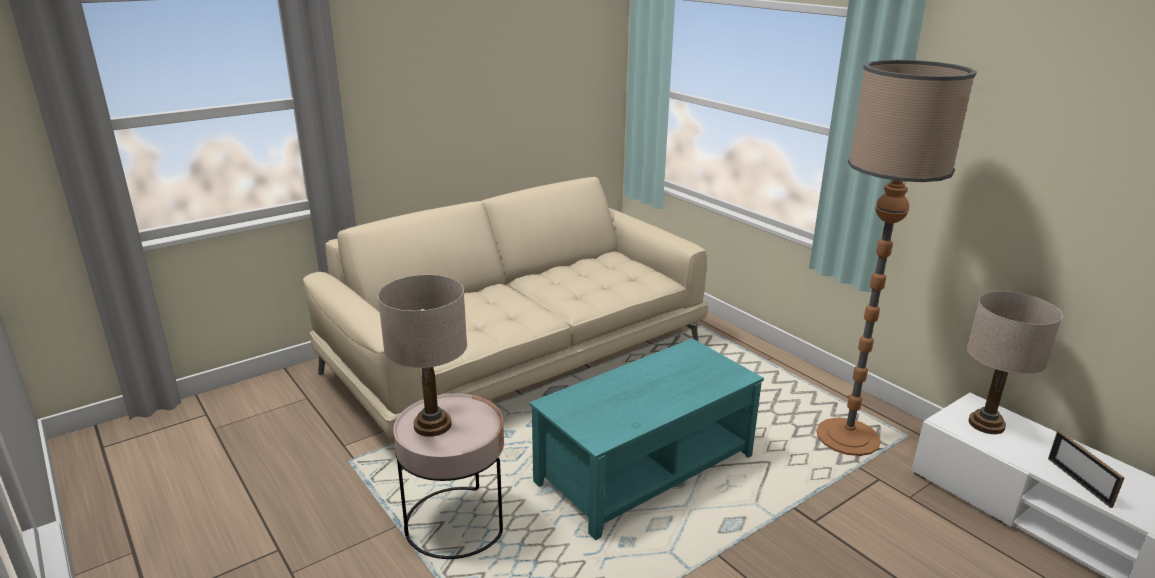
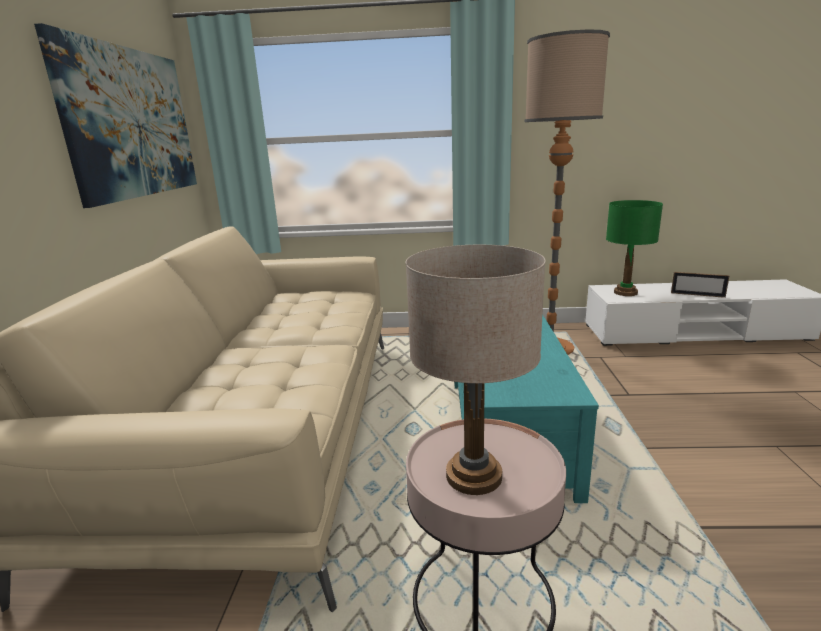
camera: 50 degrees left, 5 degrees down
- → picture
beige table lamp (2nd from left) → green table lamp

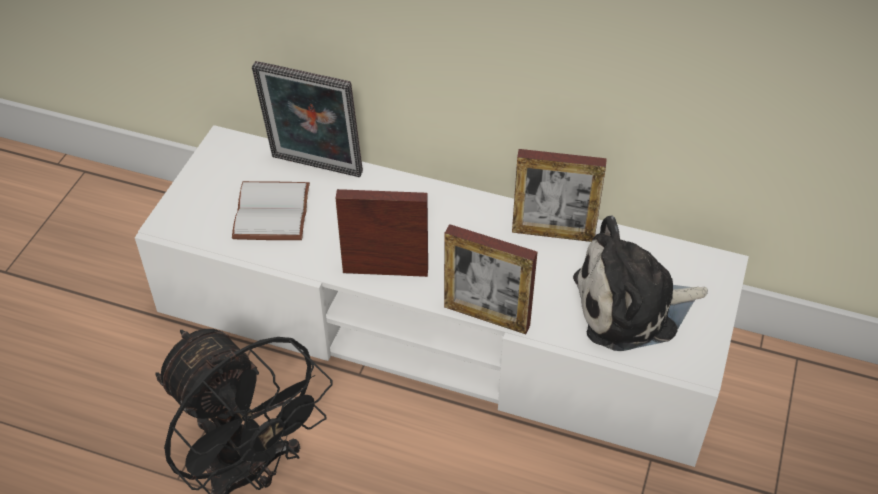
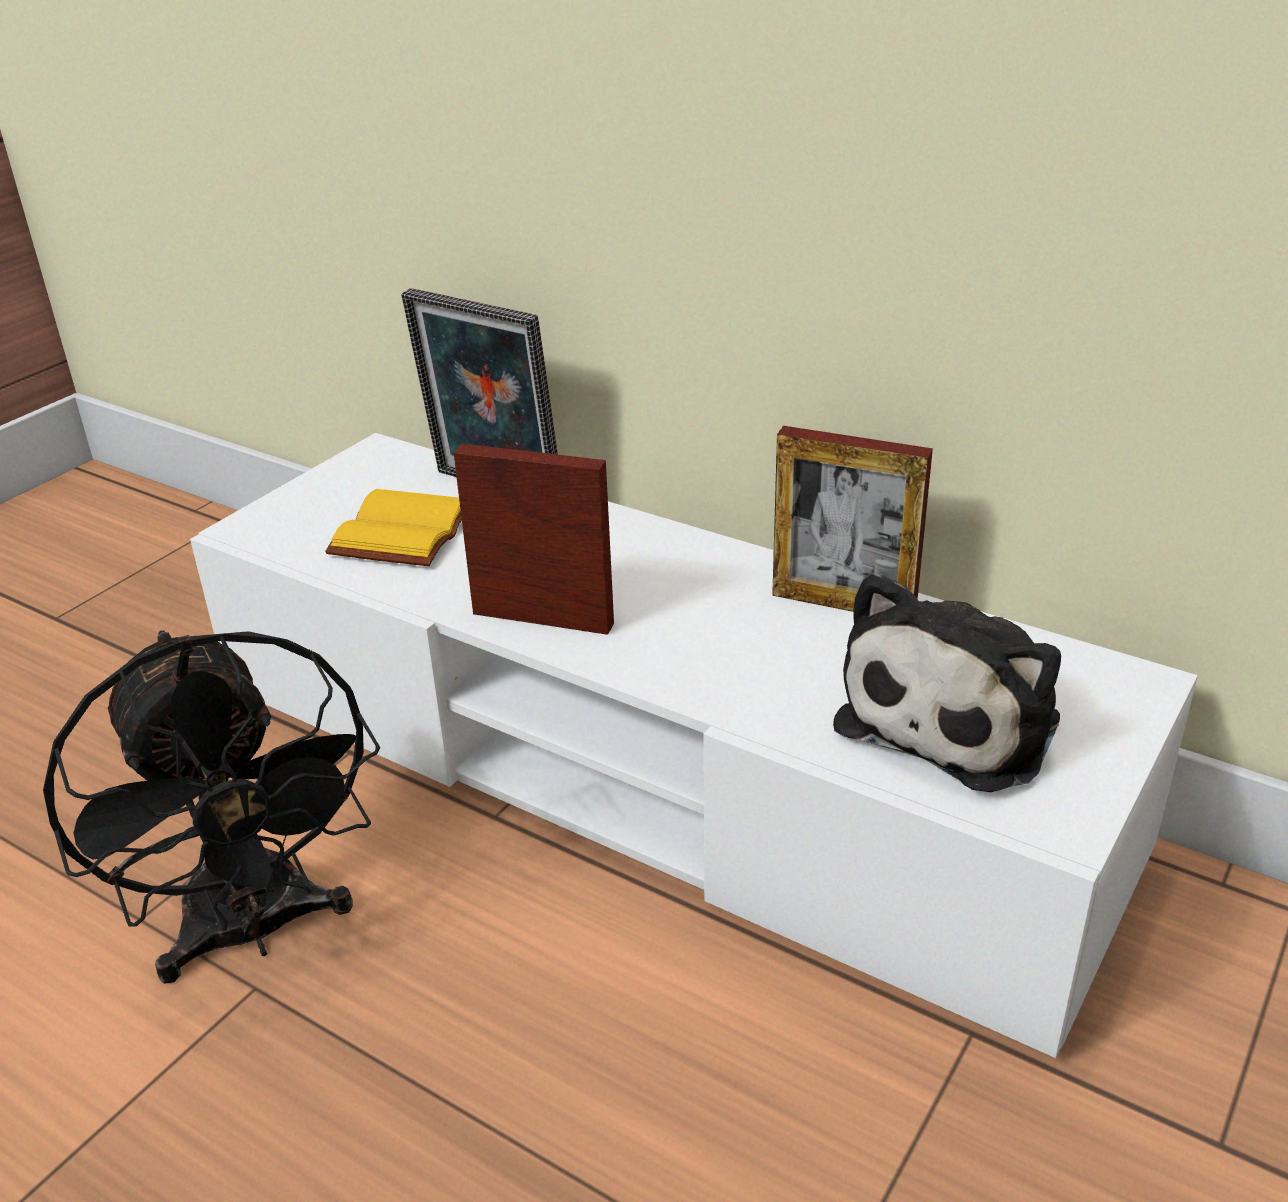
camera: 15 degrees right, 15 degrees down
white book → yellow book
plush toy, 60 degrees counterclockwise
picture frame (3rd from left) → -

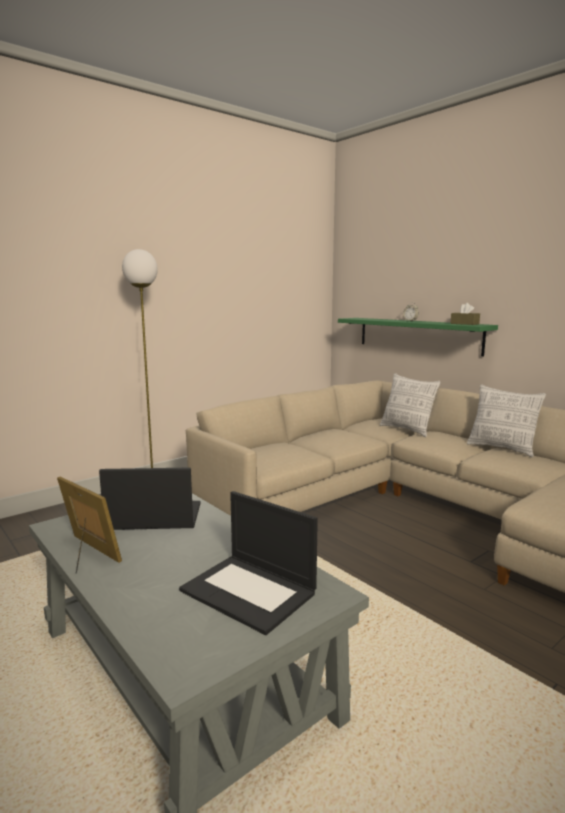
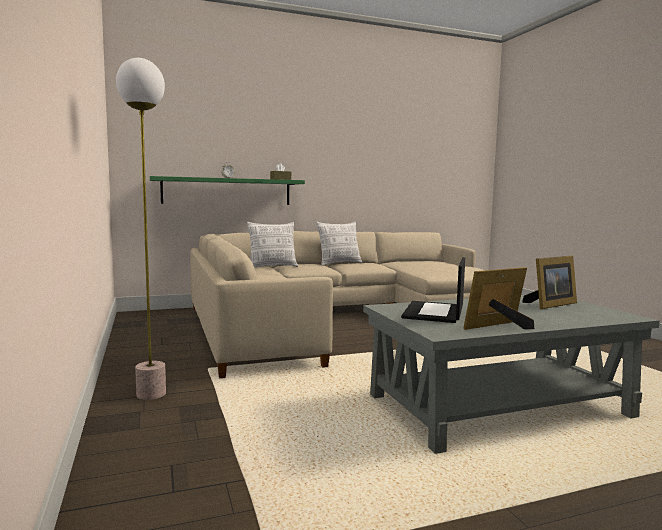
camera: 70 degrees left, 5 degrees down
laptop (2nd from left) → picture frame (2nd from left)

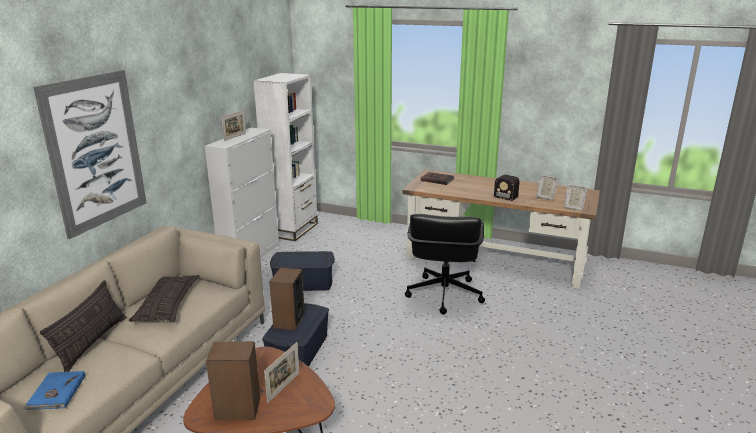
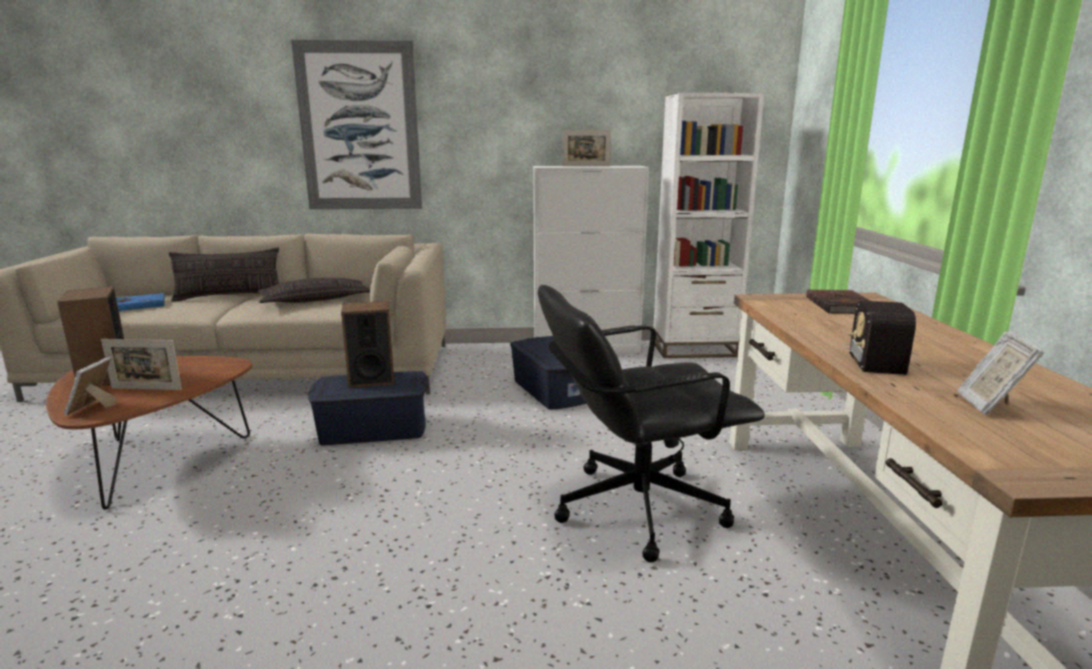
camera: 65 degrees right, 5 degrees down
picture frame (4th from left in the first image) → picture frame (1st from left), move

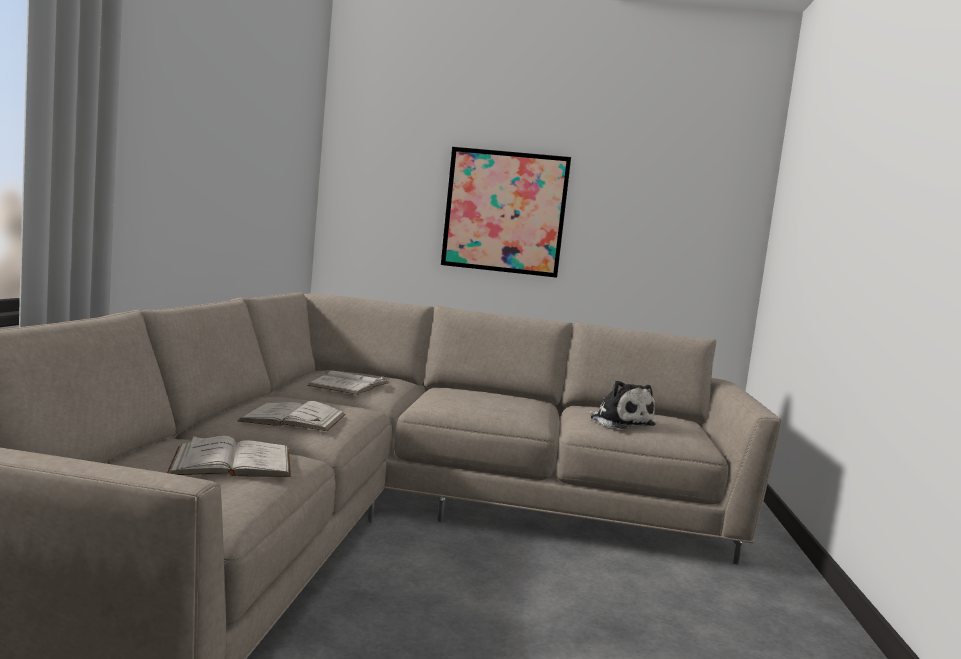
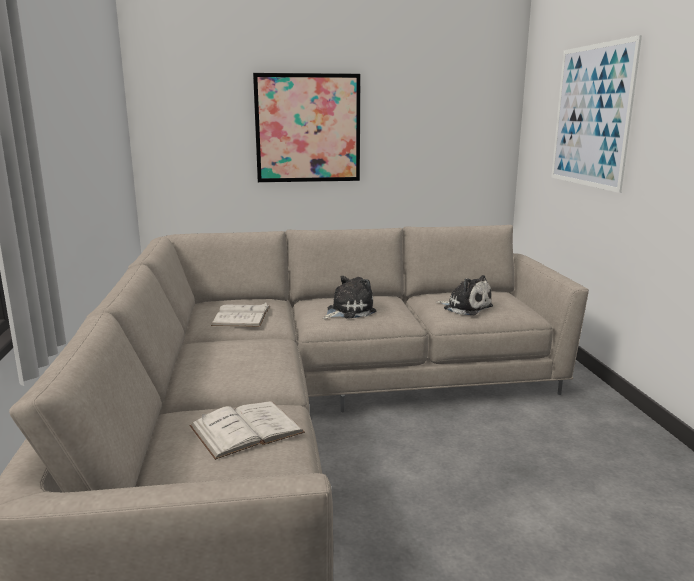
camera: 15 degrees left, 10 degrees up
- → plush toy (1st from left)
- → picture (2nd from left)
white book (2nd from left) → -

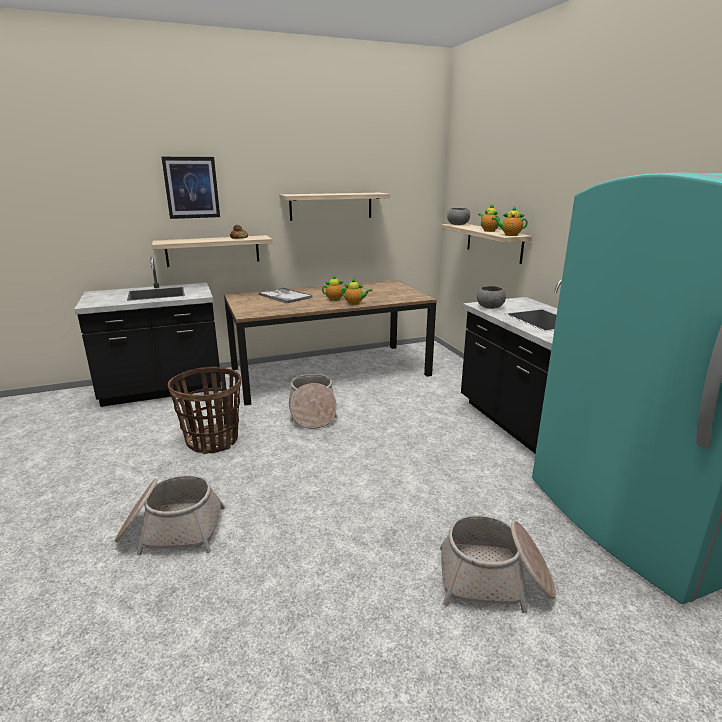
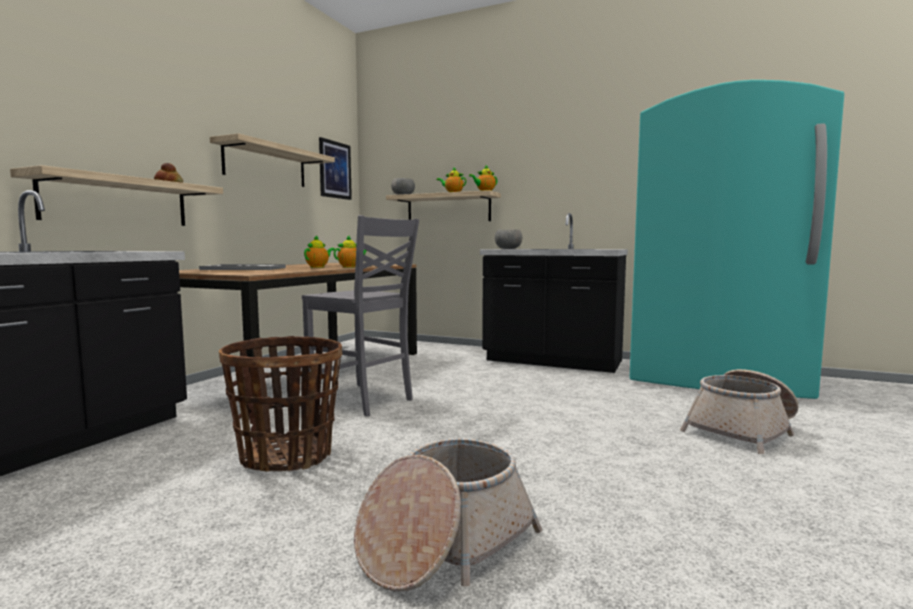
camera: 45 degrees left, 15 degrees down
basket (3rd from left) → grey chair
picture, move

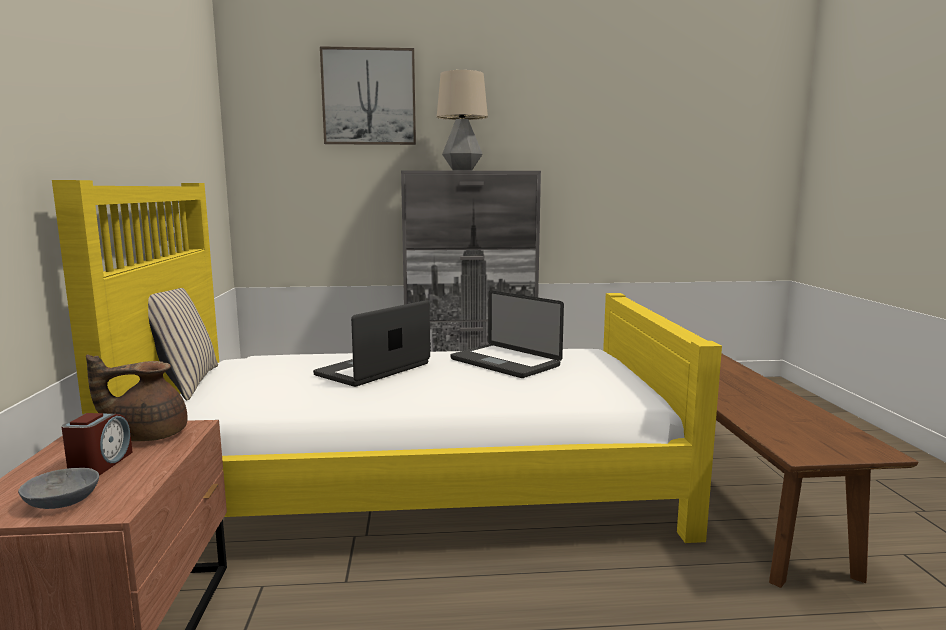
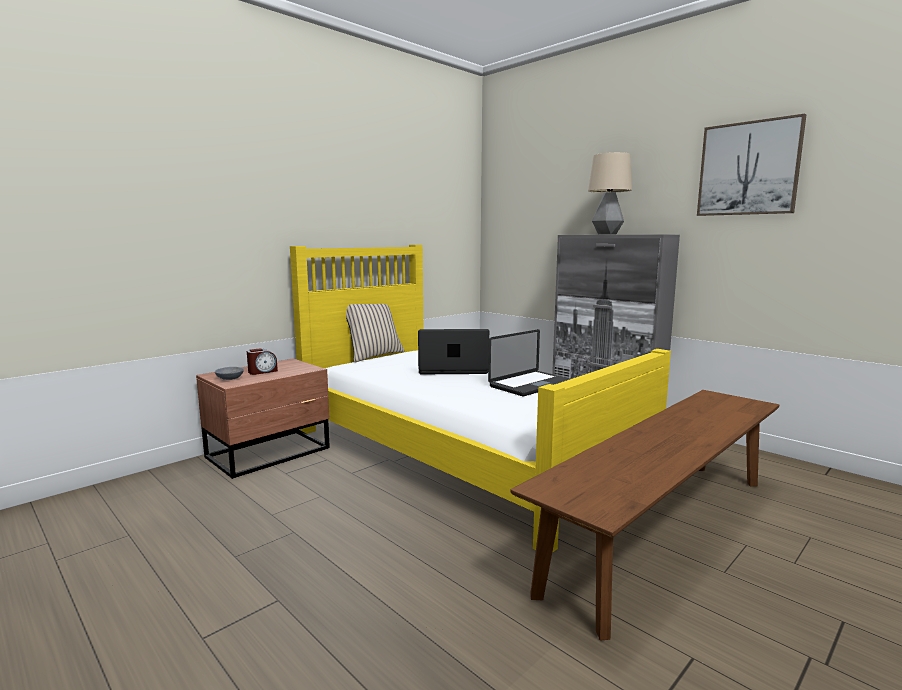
camera: 50 degrees right, 0 degrees up
laptop (2nd from left), 135 degrees counterclockwise
picture, move
brown teapot → -

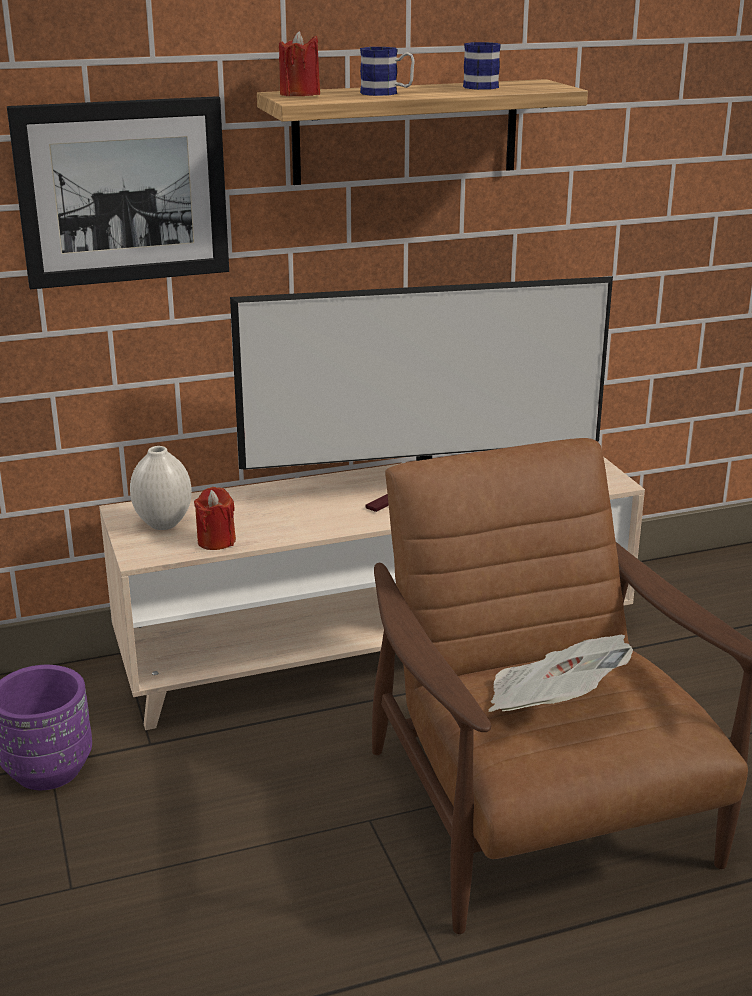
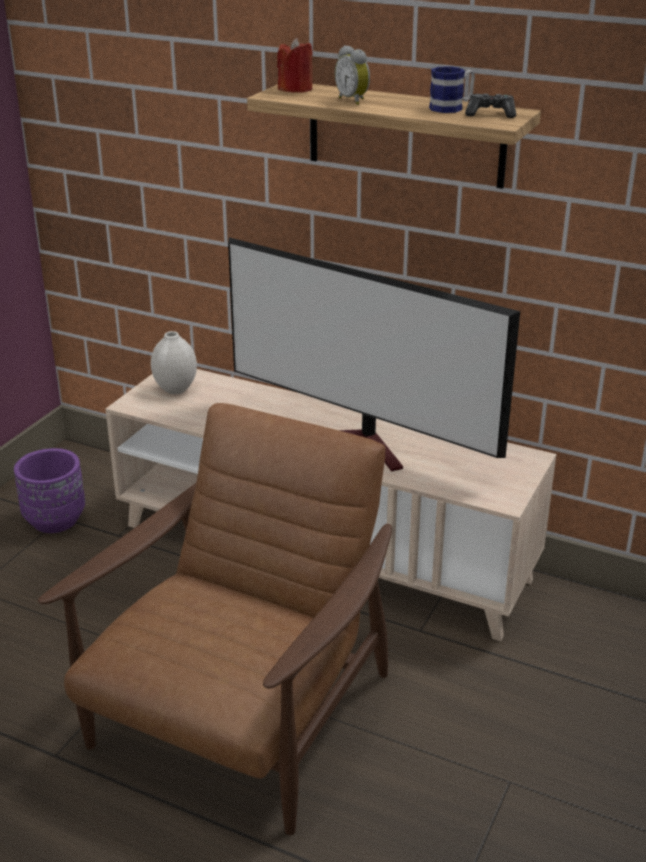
camera: 45 degrees right, 5 degrees up
mug (1st from left) → alarm clock
- → game controller
picture → -
red candle (1st from left) → -
newspaper → -

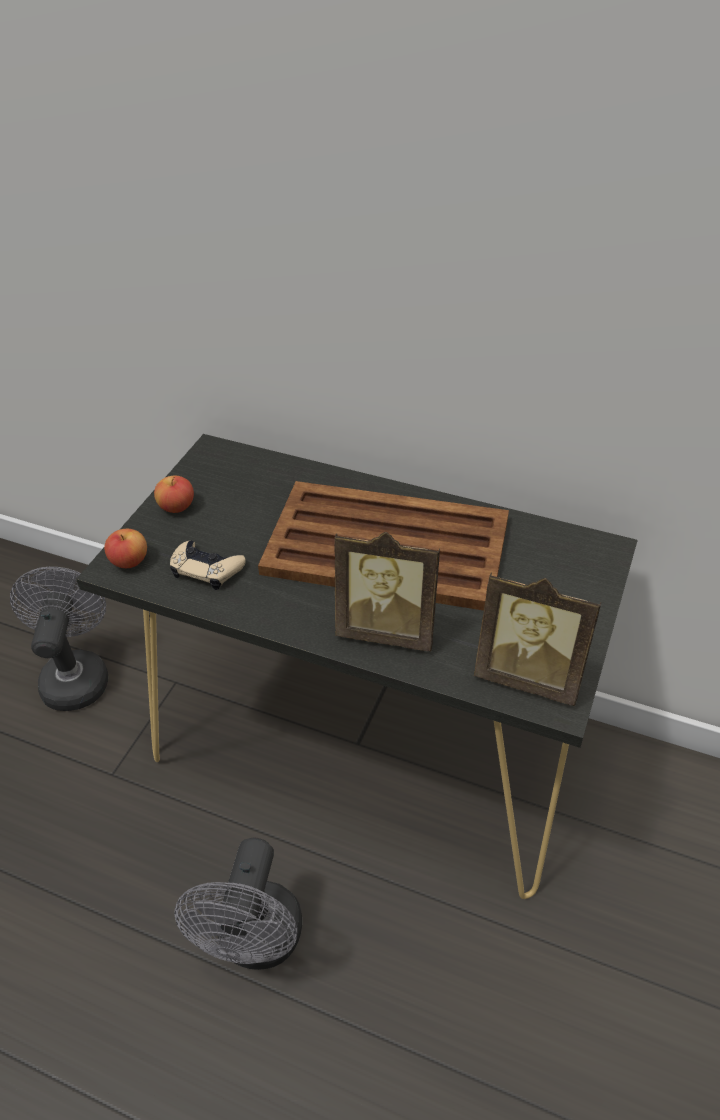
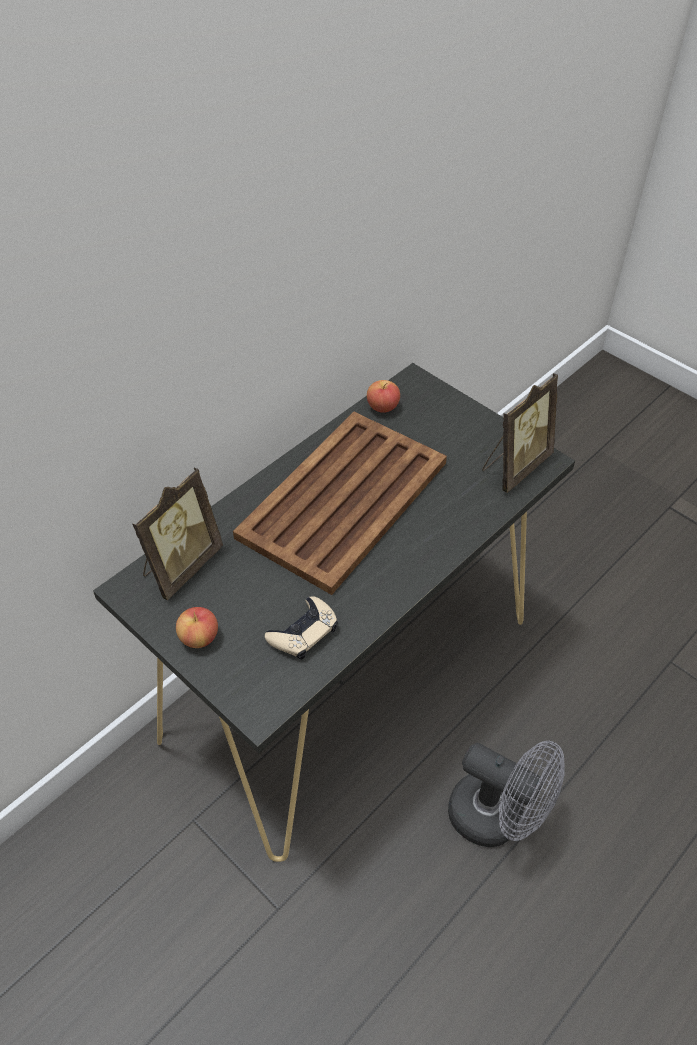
camera: 70 degrees left, 5 degrees up
picture frame (1st from left), move
apple (1st from left in the first image) → apple (2nd from left), move
grey fan (1st from left) → -

